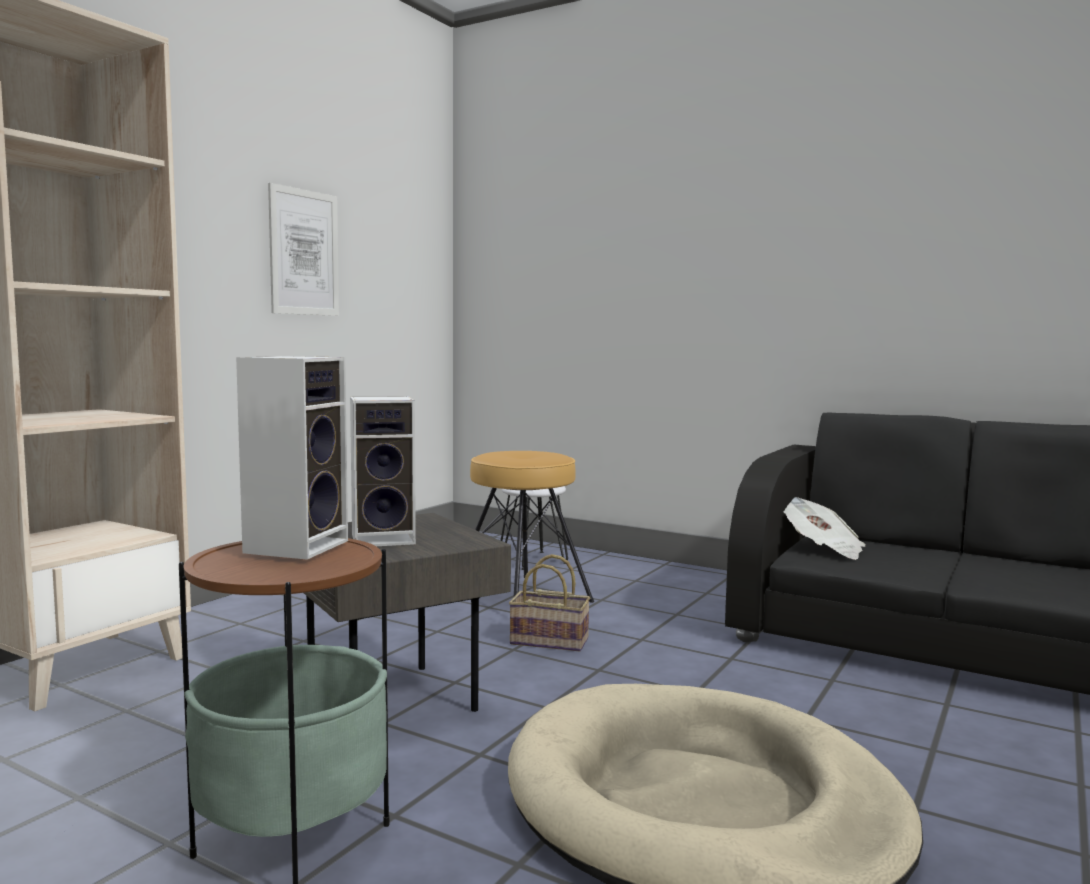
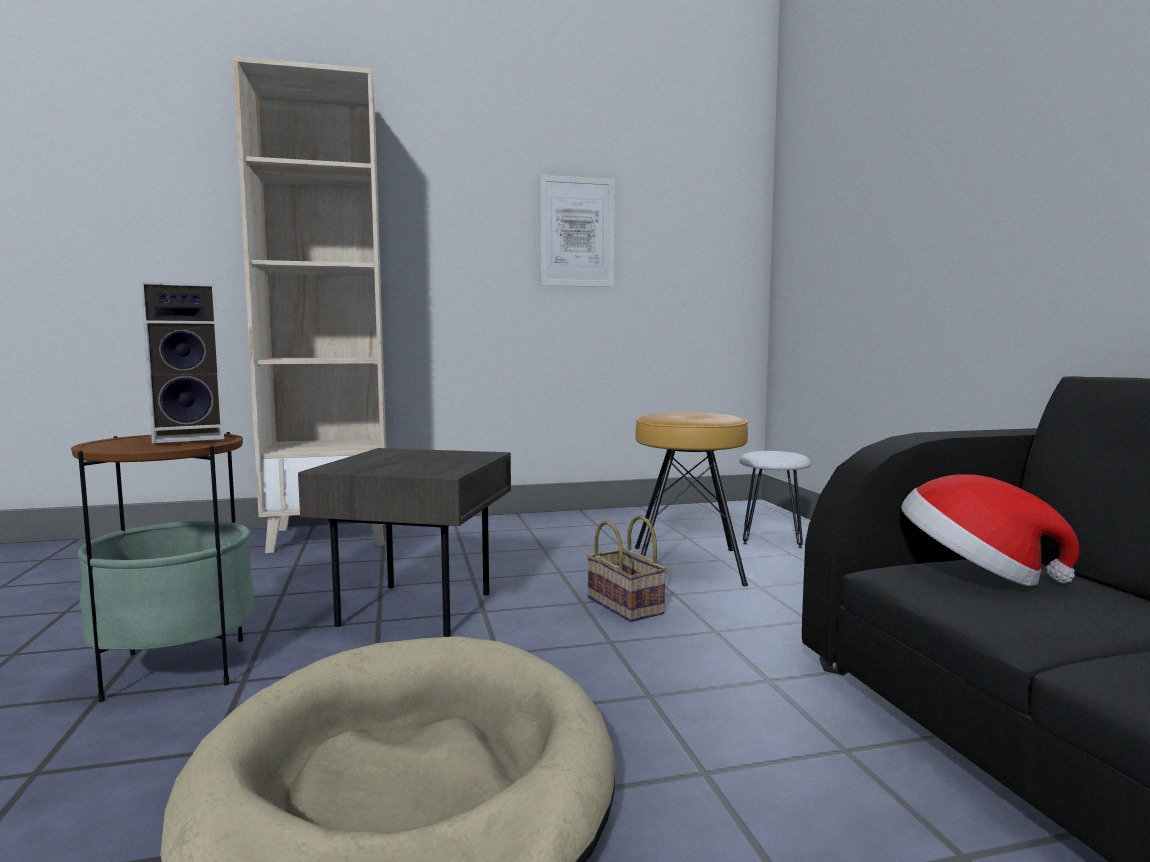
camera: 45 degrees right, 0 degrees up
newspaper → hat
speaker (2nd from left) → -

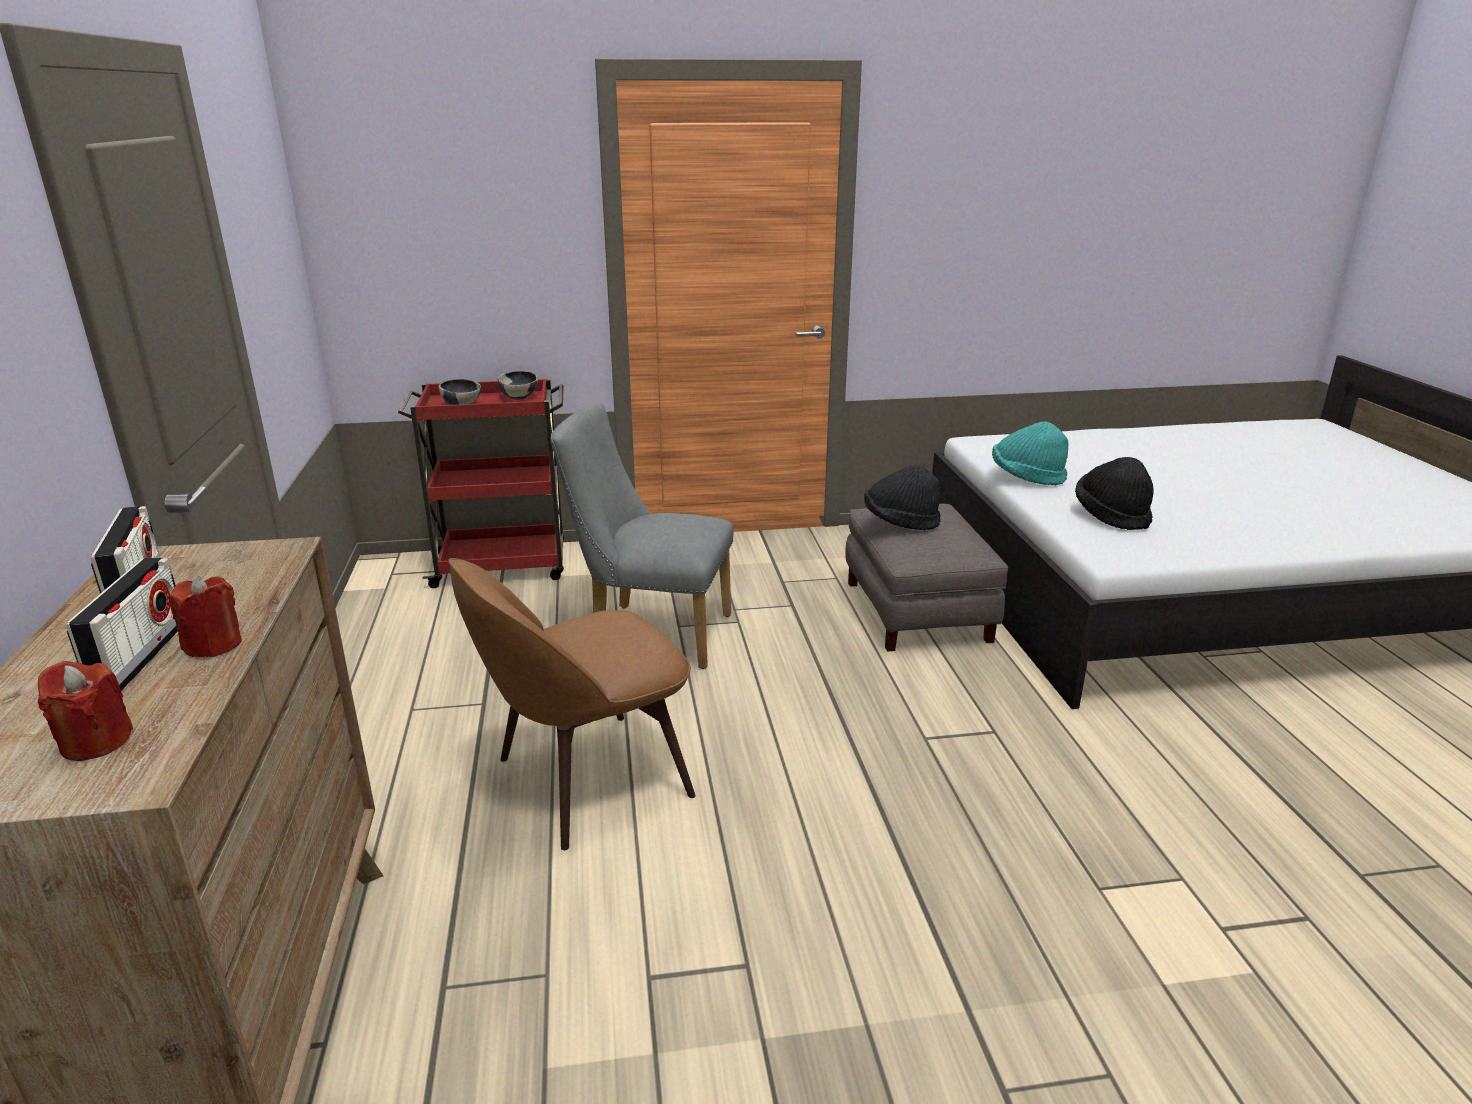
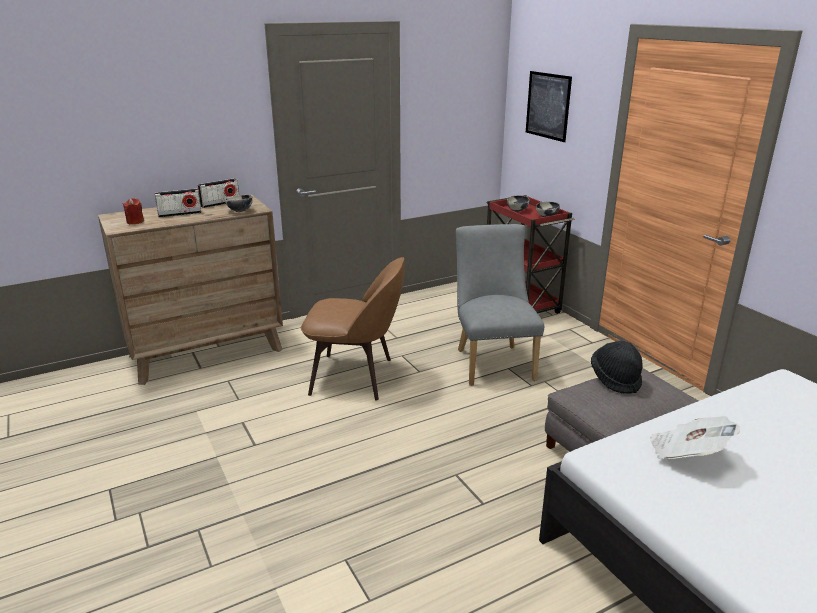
camera: 70 degrees right, 0 degrees up
- → bowl (1st from left)
brown chair, 150 degrees clockwise
- → picture
black hat (2nd from left) → newspaper
red candle (2nd from left) → -
turquoise hat → -

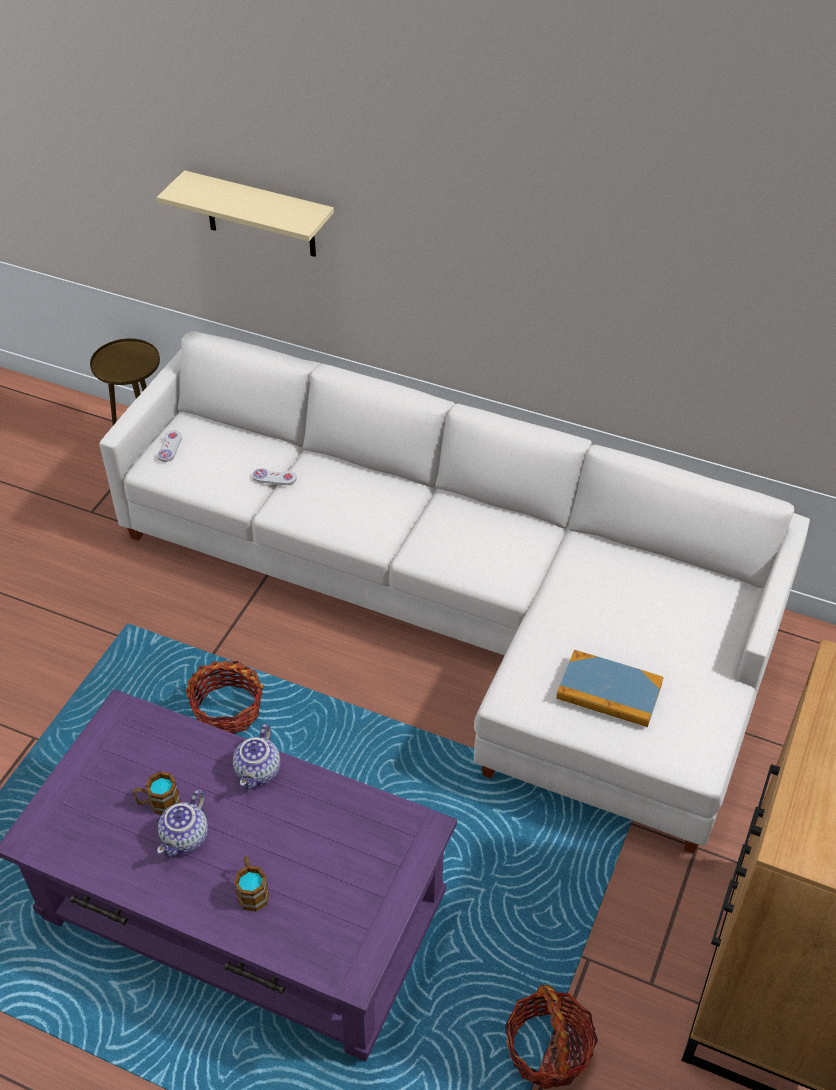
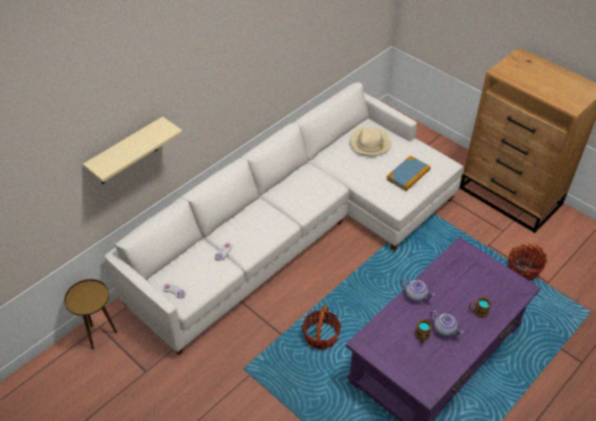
camera: 70 degrees left, 0 degrees up
- → beige hat

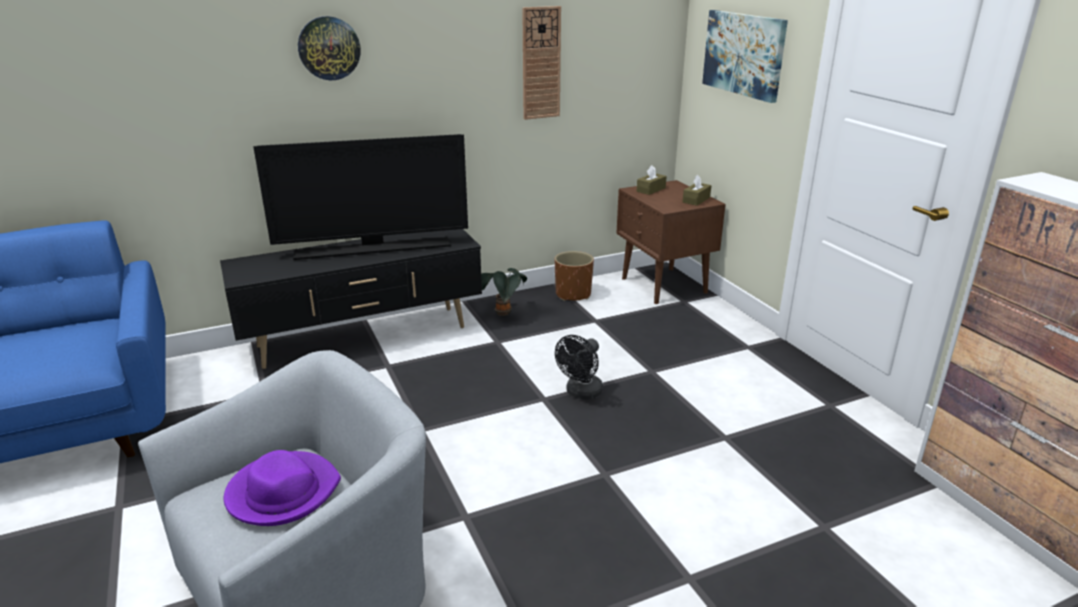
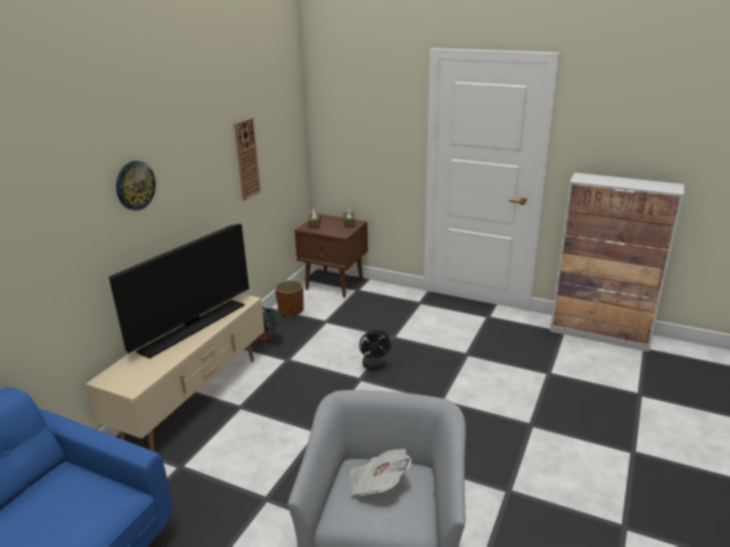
camera: 40 degrees left, 0 degrees up
black tv stand → beige tv stand
purple hat → newspaper
picture → -

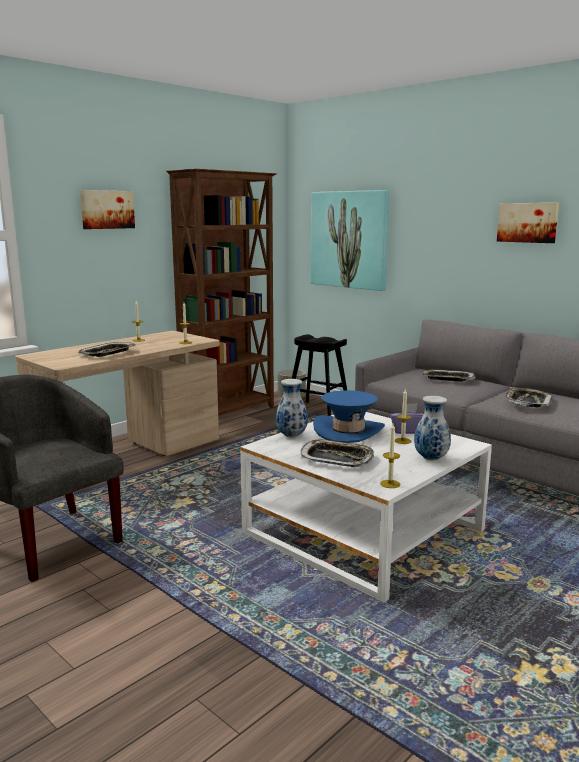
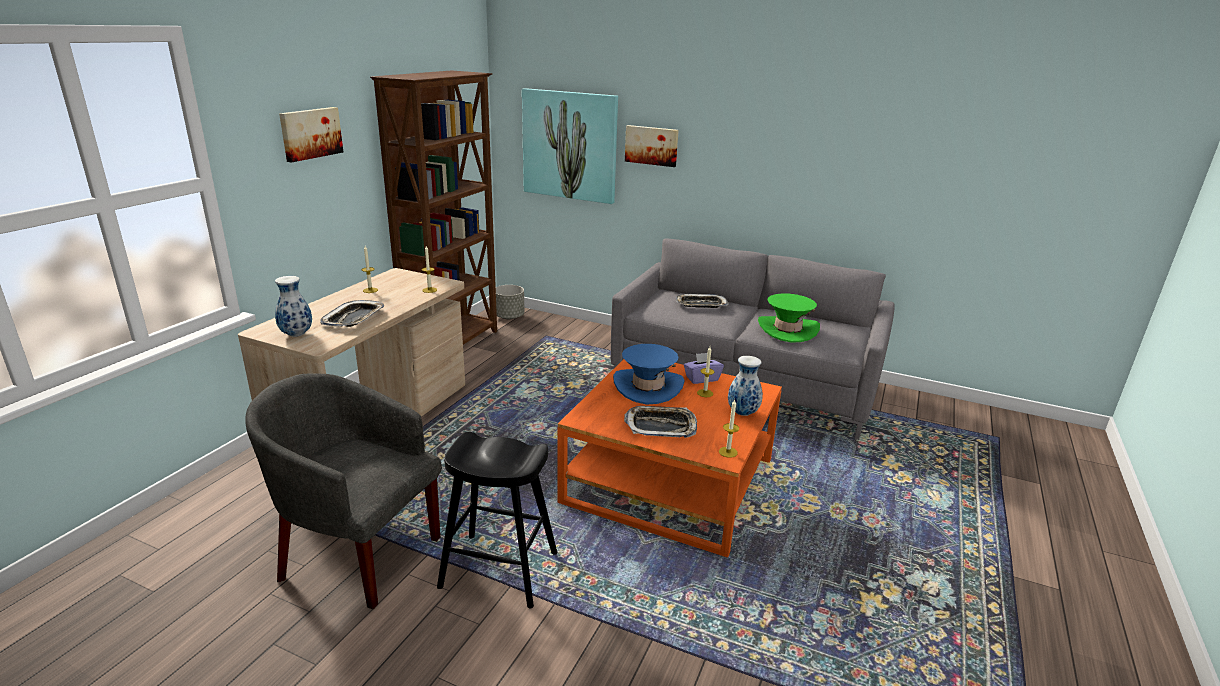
camera: 20 degrees left, 10 degrees up
vase (1st from left), move
black stool, move
white coffee table → orange coffee table
picture (3rd from left), move
tray (4th from left) → green hat

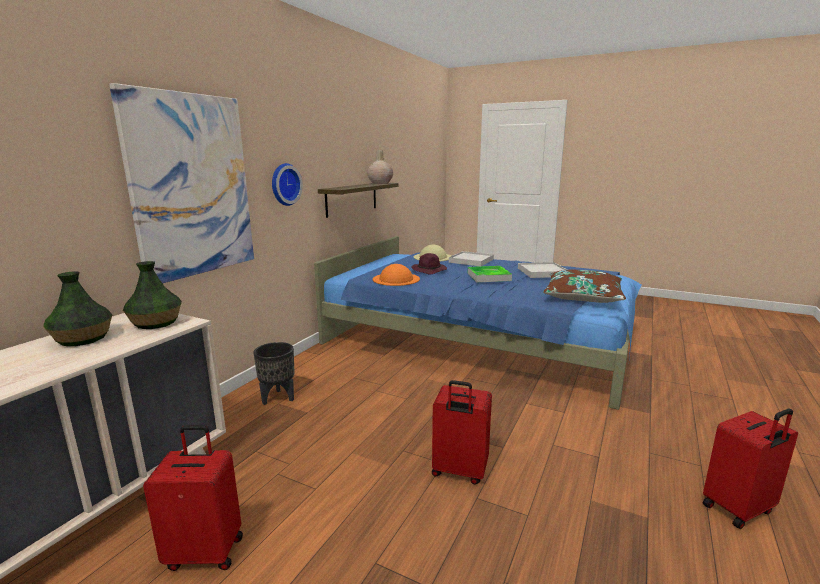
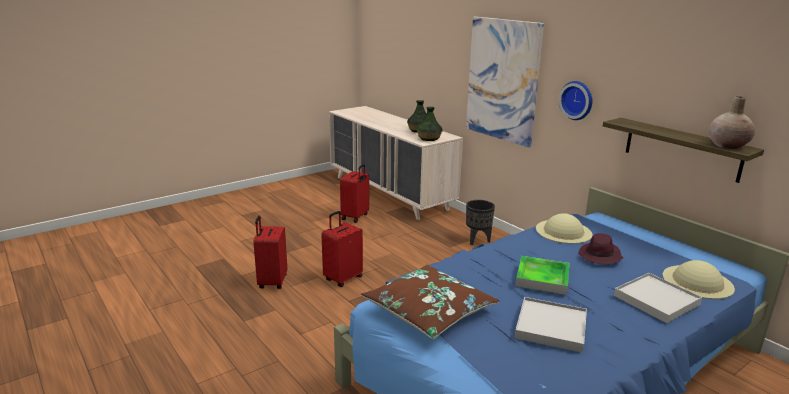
camera: 115 degrees right, 5 degrees up
red suitcase (3rd from left in the first image) → red suitcase (1st from left), move
orange hat → beige hat (1st from left)

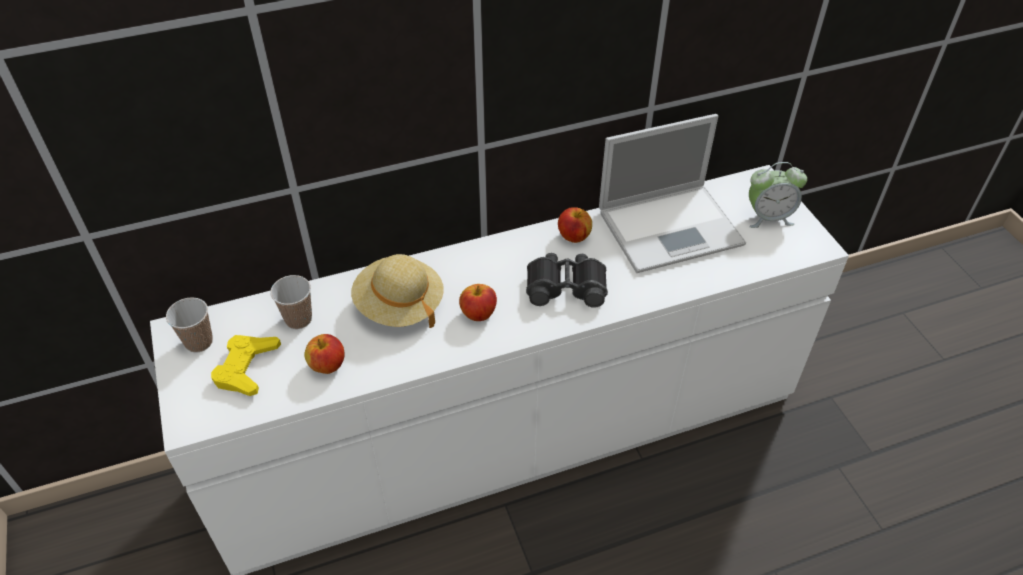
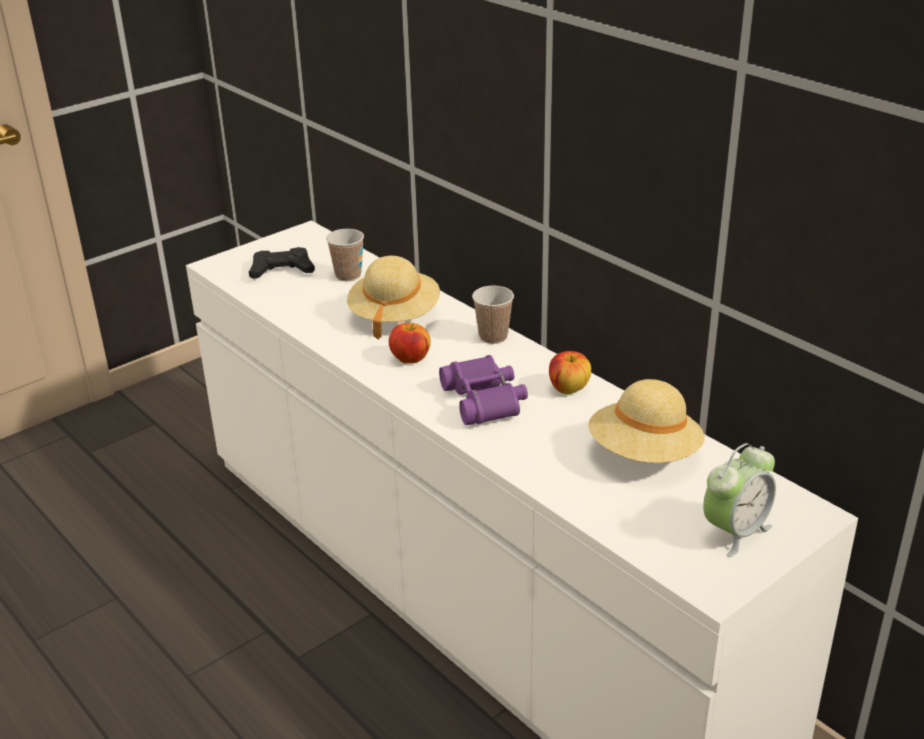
camera: 70 degrees right, 15 degrees down
yellow game controller → black game controller
black binoculars → purple binoculars
cup (1st from left in the first image) → cup (2nd from left), move
laptop → beige hat (2nd from left)
alarm clock, 105 degrees counterclockwise
apple (1st from left) → -

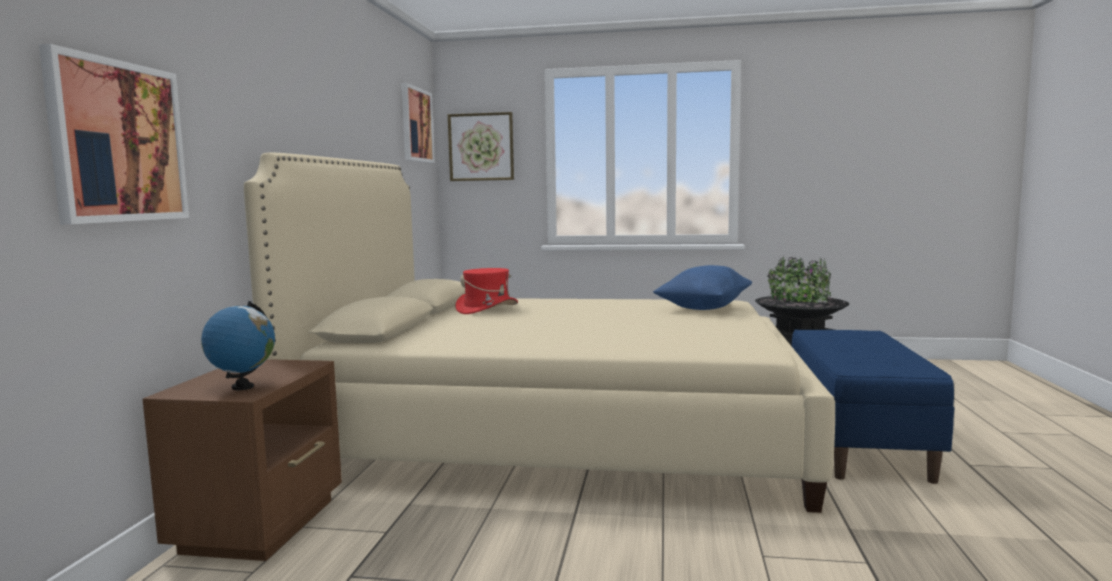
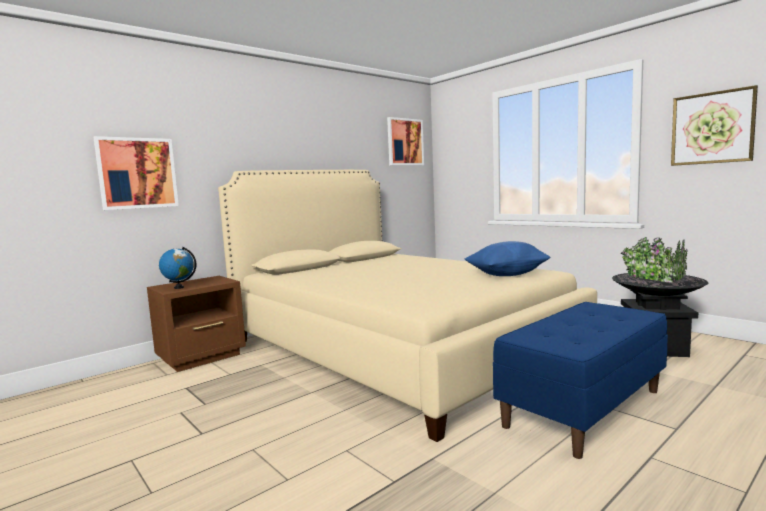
camera: 40 degrees right, 0 degrees up
picture (3rd from left), move
red hat → -

